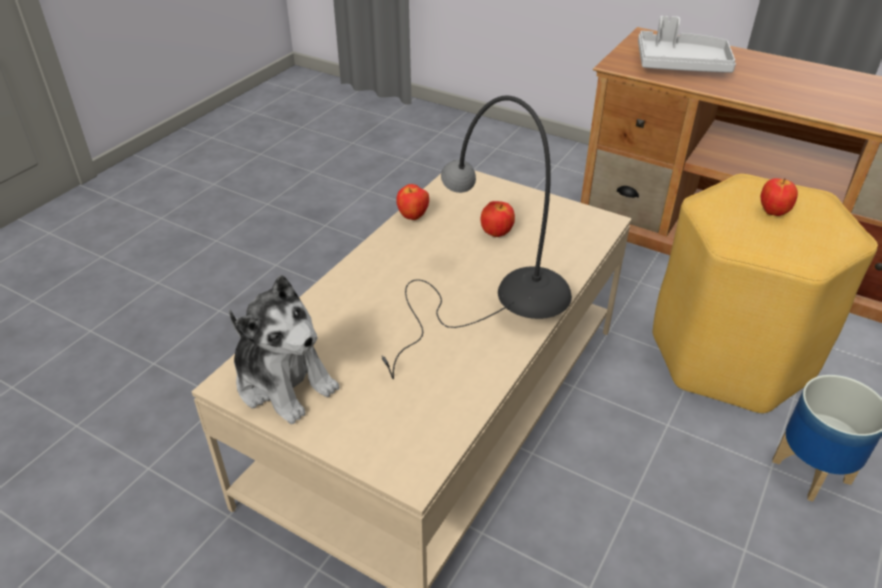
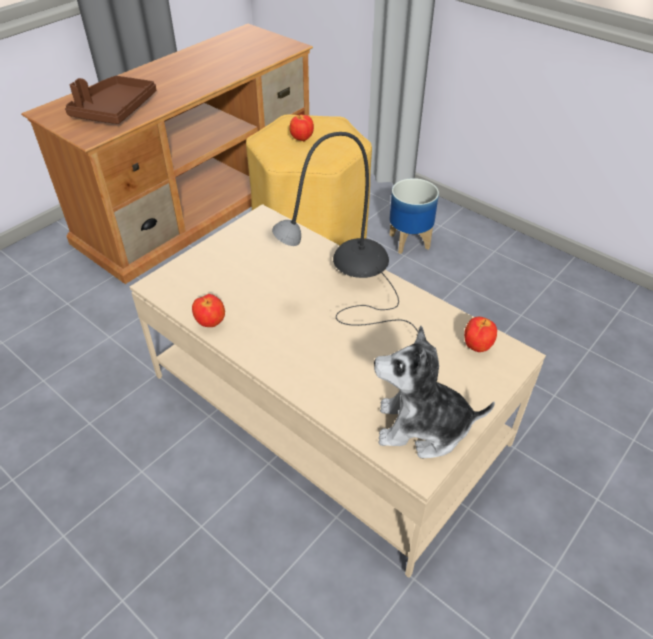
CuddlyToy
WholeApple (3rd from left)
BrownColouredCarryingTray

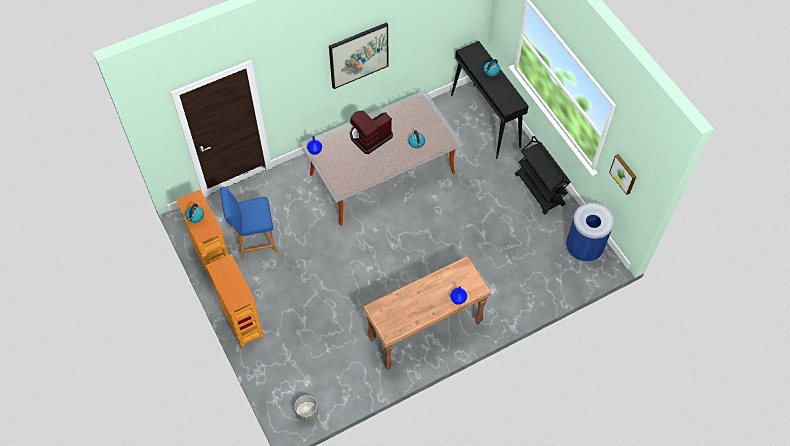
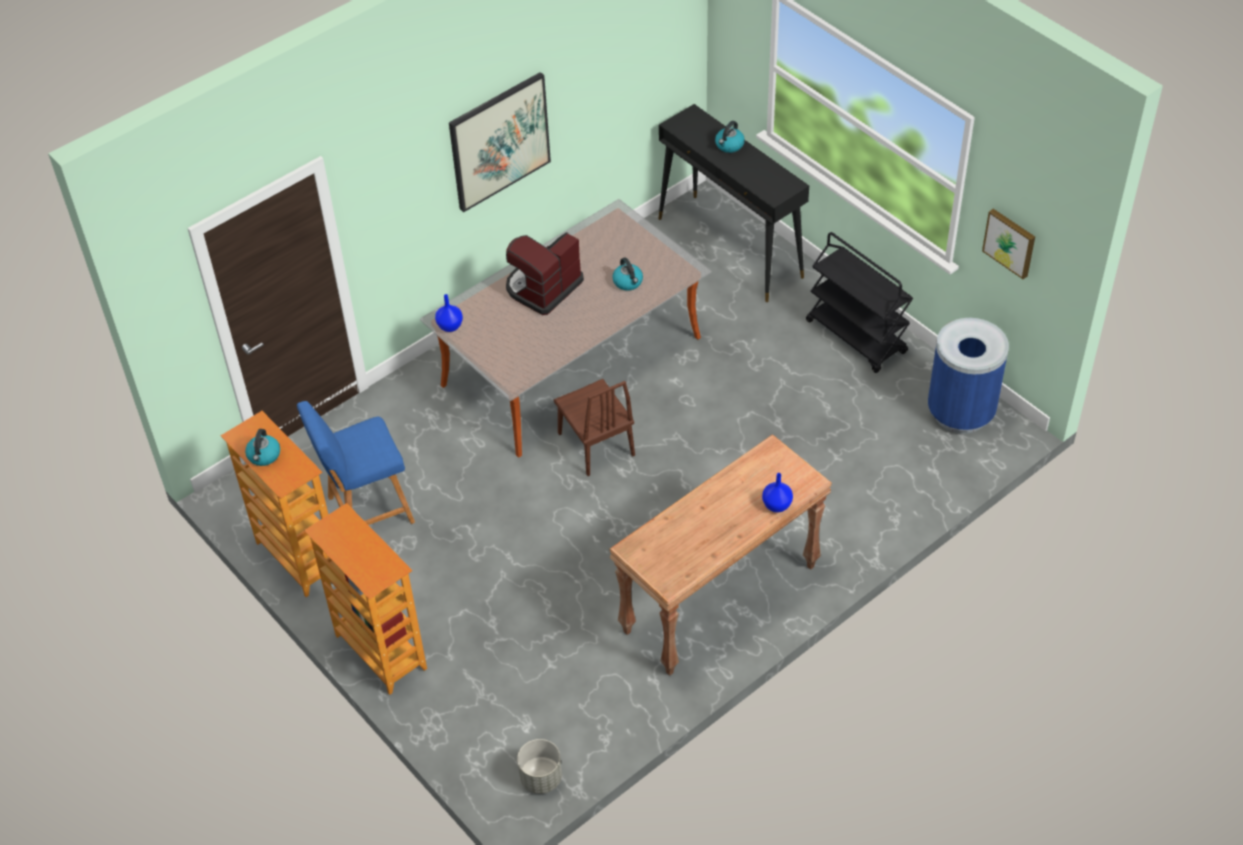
BrownColouredUprightChair

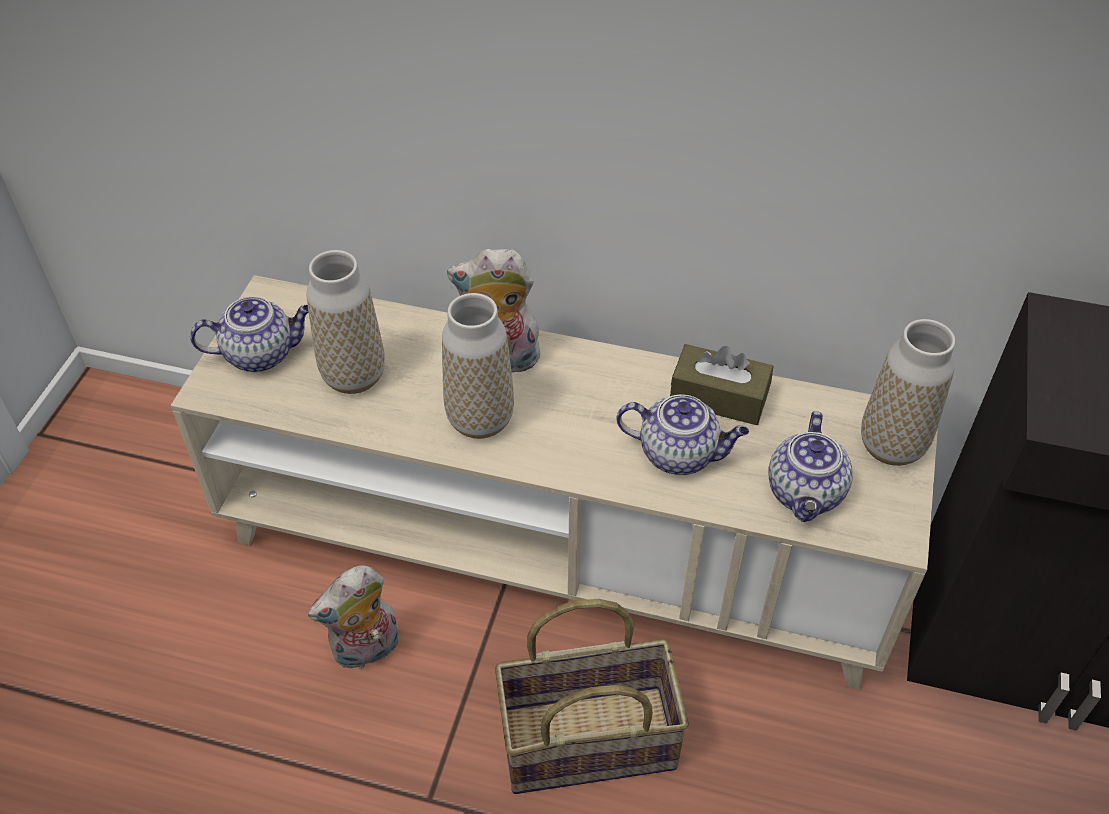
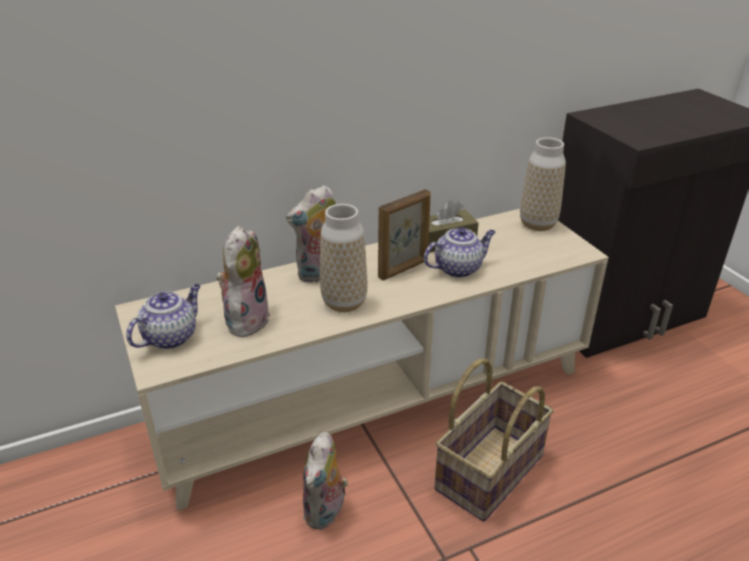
CuddlyToy (1st from left)
TeaPot (3rd from left in the first image)
StandingFrame

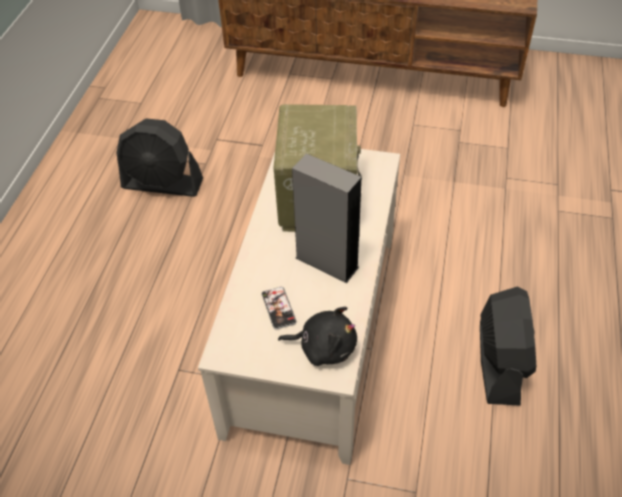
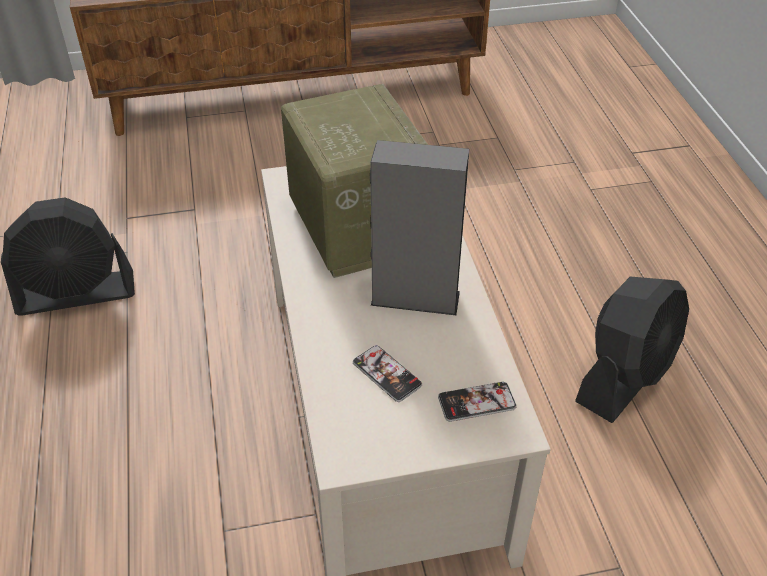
Handset (2nd from left)
BlackElectricFan (2nd from left)

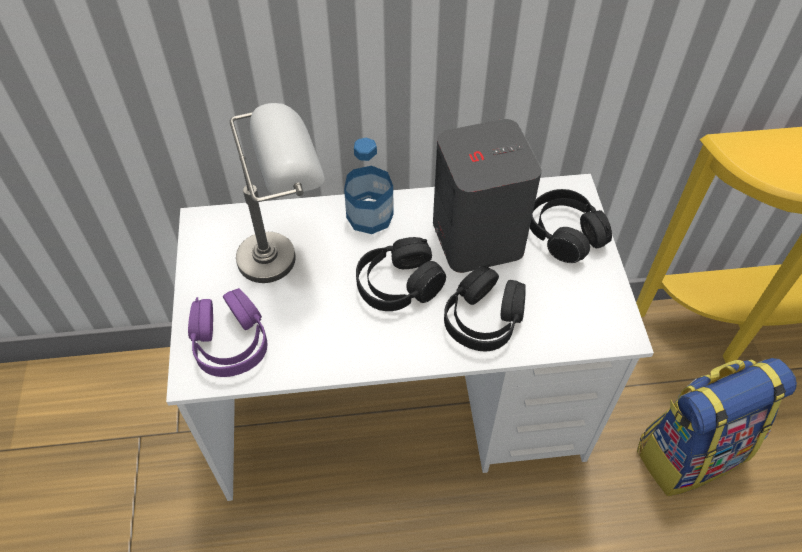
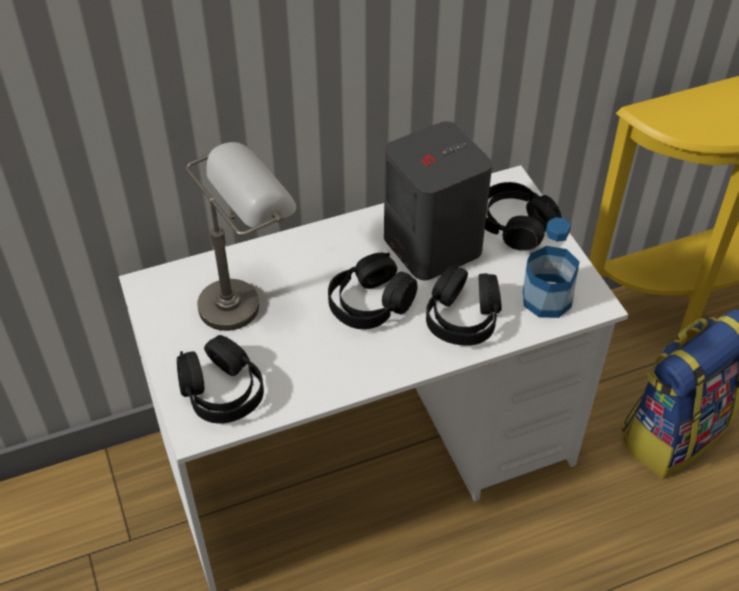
BlackHeadphones (1st from left)
BeverageBottle

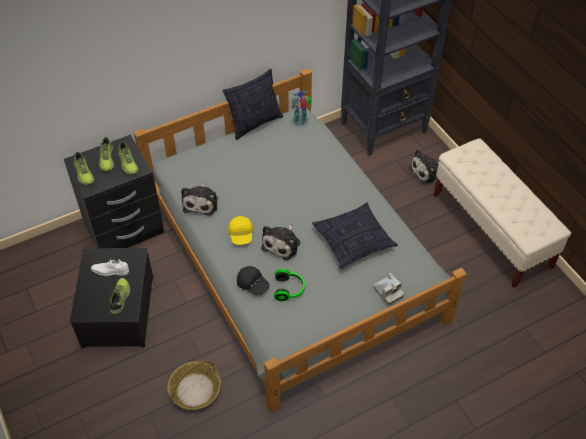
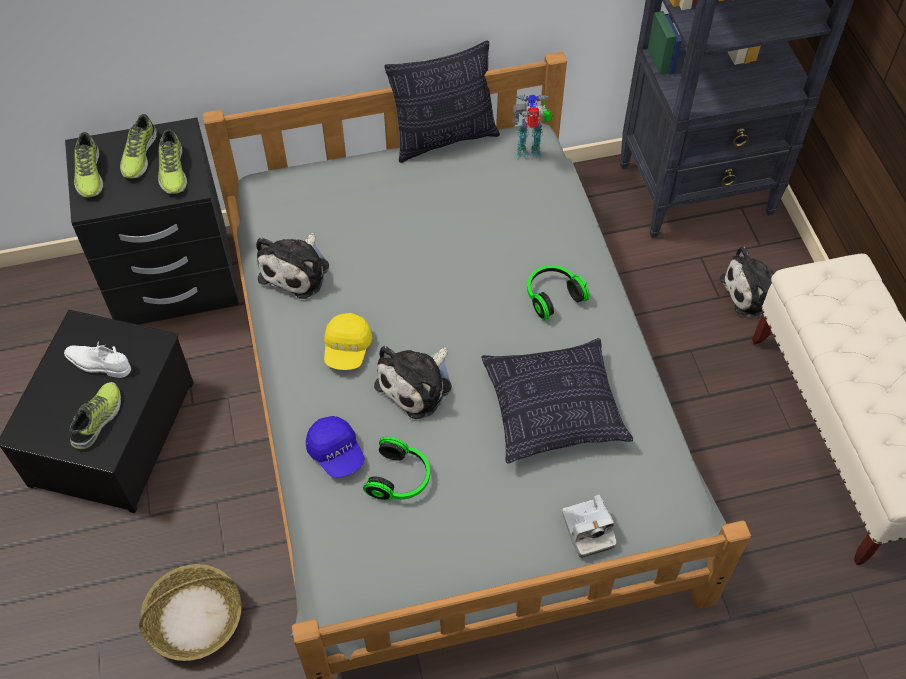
BluePeakedCap
Headphones (2nd from left)

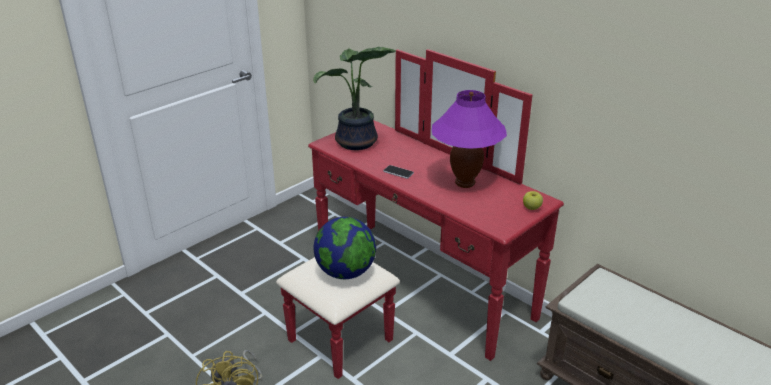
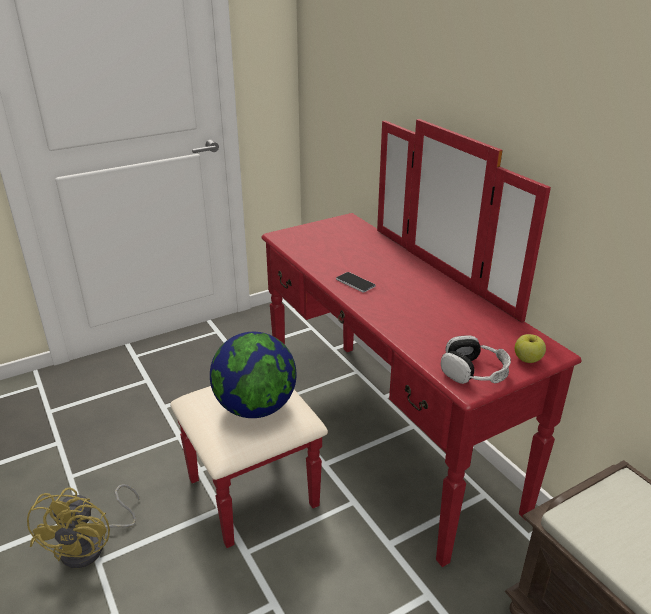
Houseplant
PurpleTabletopLamp
Headphones

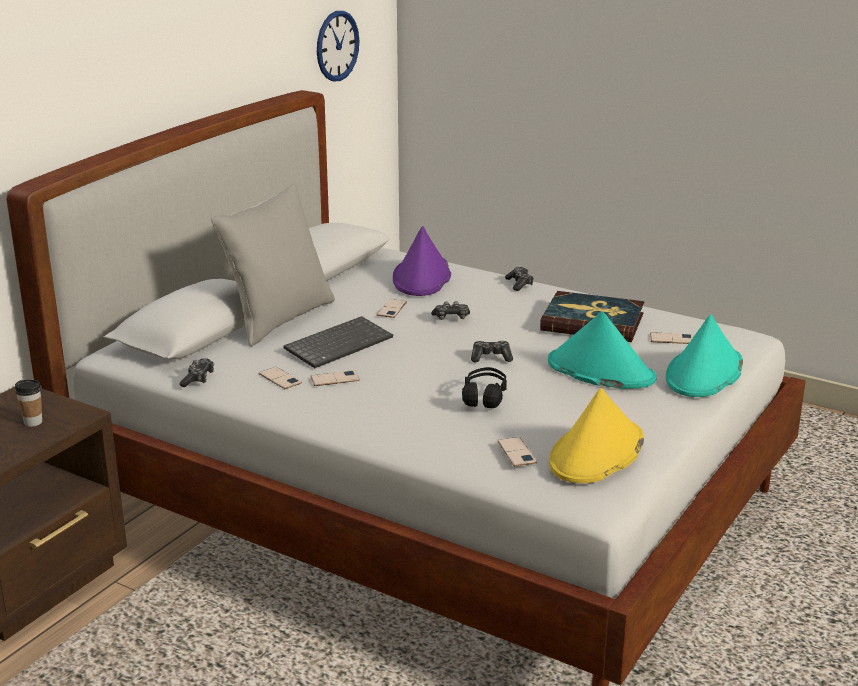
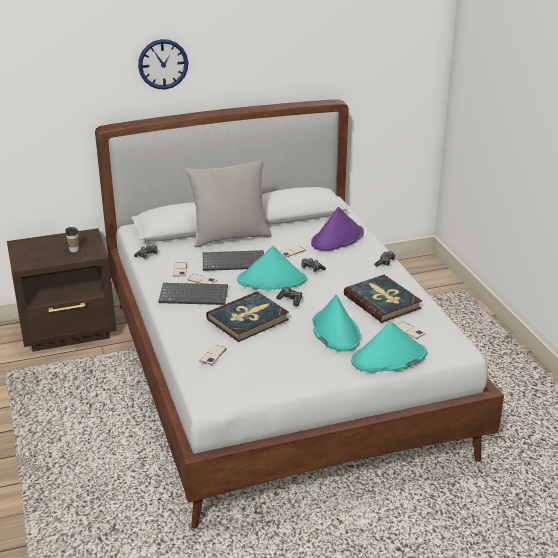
ClockOnTheWall
BoundBook (1st from left)
YellowishHat
PcKeyboard (1st from left)
TurquoiseHat (1st from left)

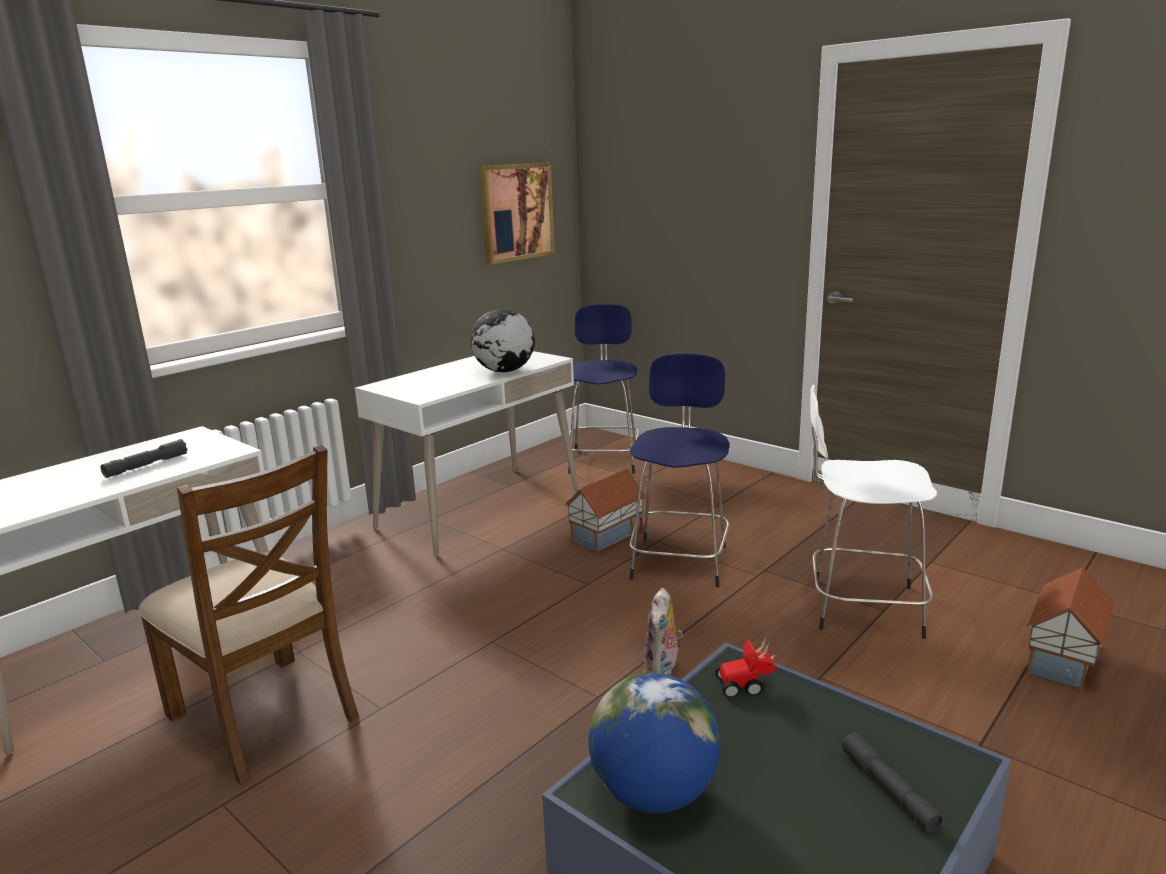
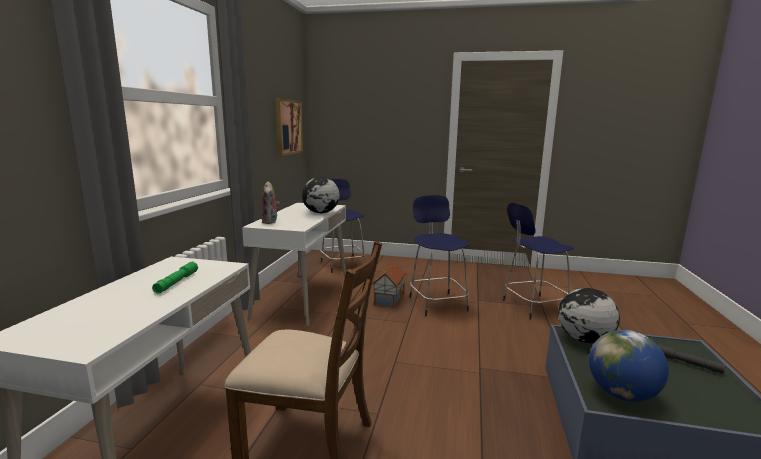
GreenColouredTorch
CuddlyToy
WorldGlobe (2nd from left)
BlueStoolSeat (3rd from left)
ModelHouse (2nd from left in the first image)

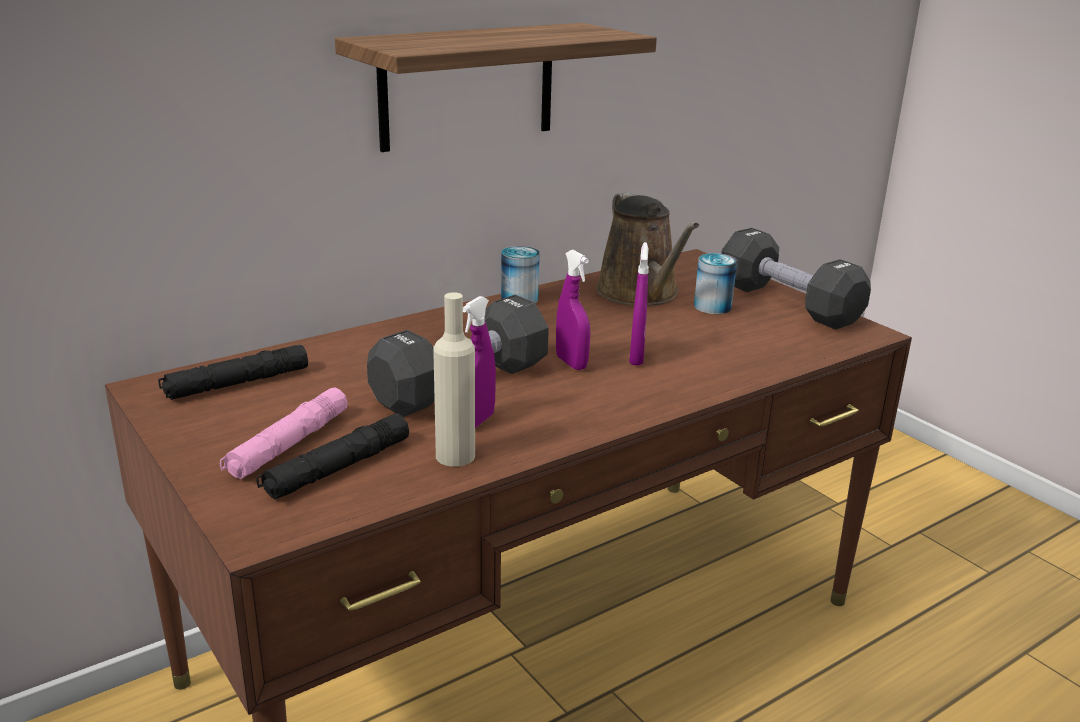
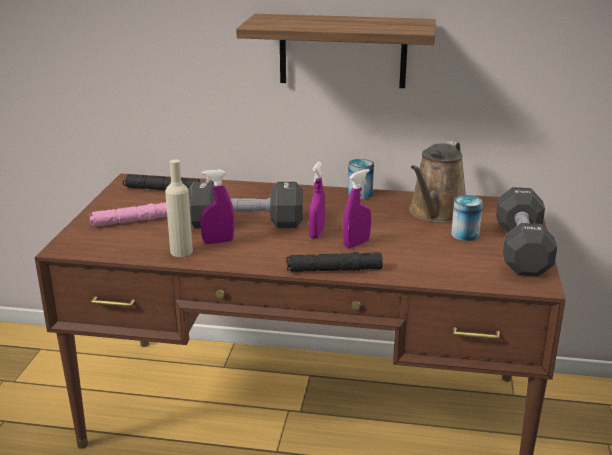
BlackTorch (2nd from left)

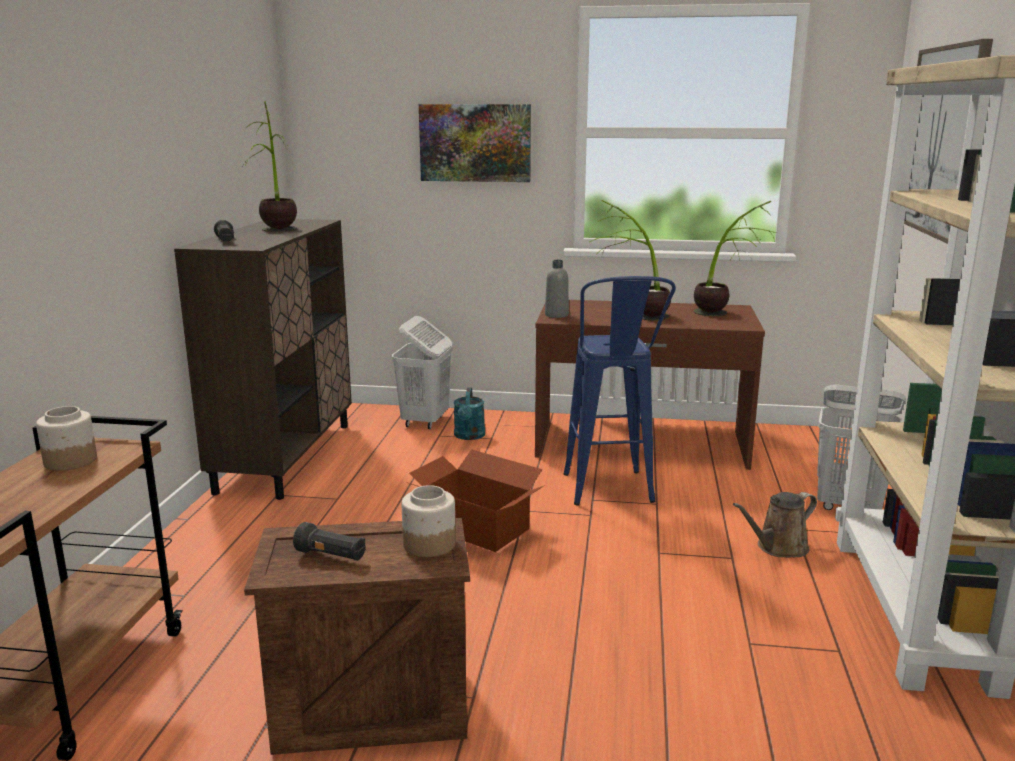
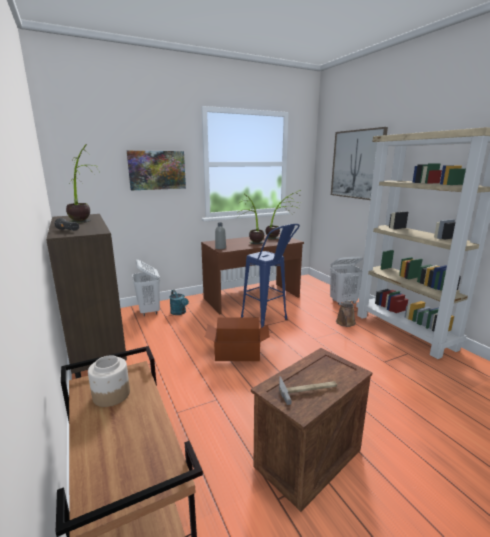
HandHammer
StorageJar (2nd from left in the first image)

